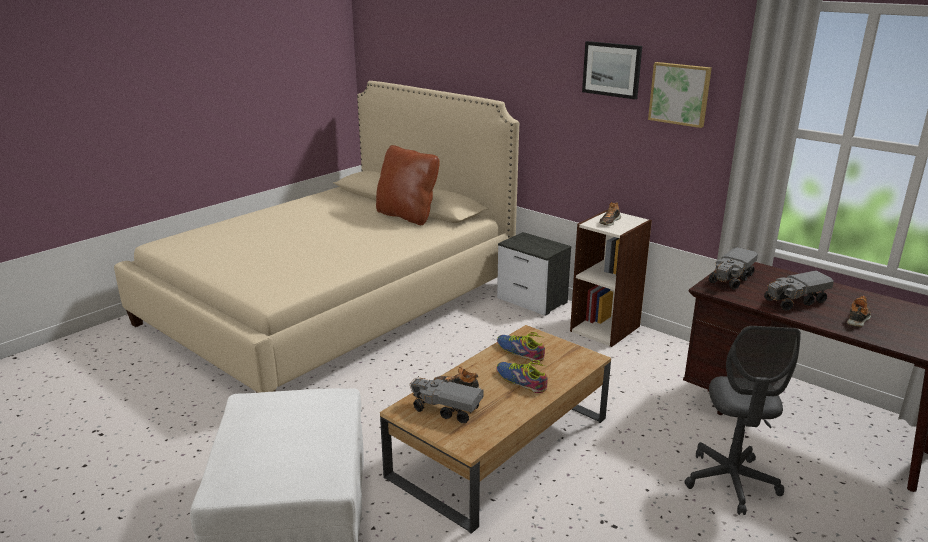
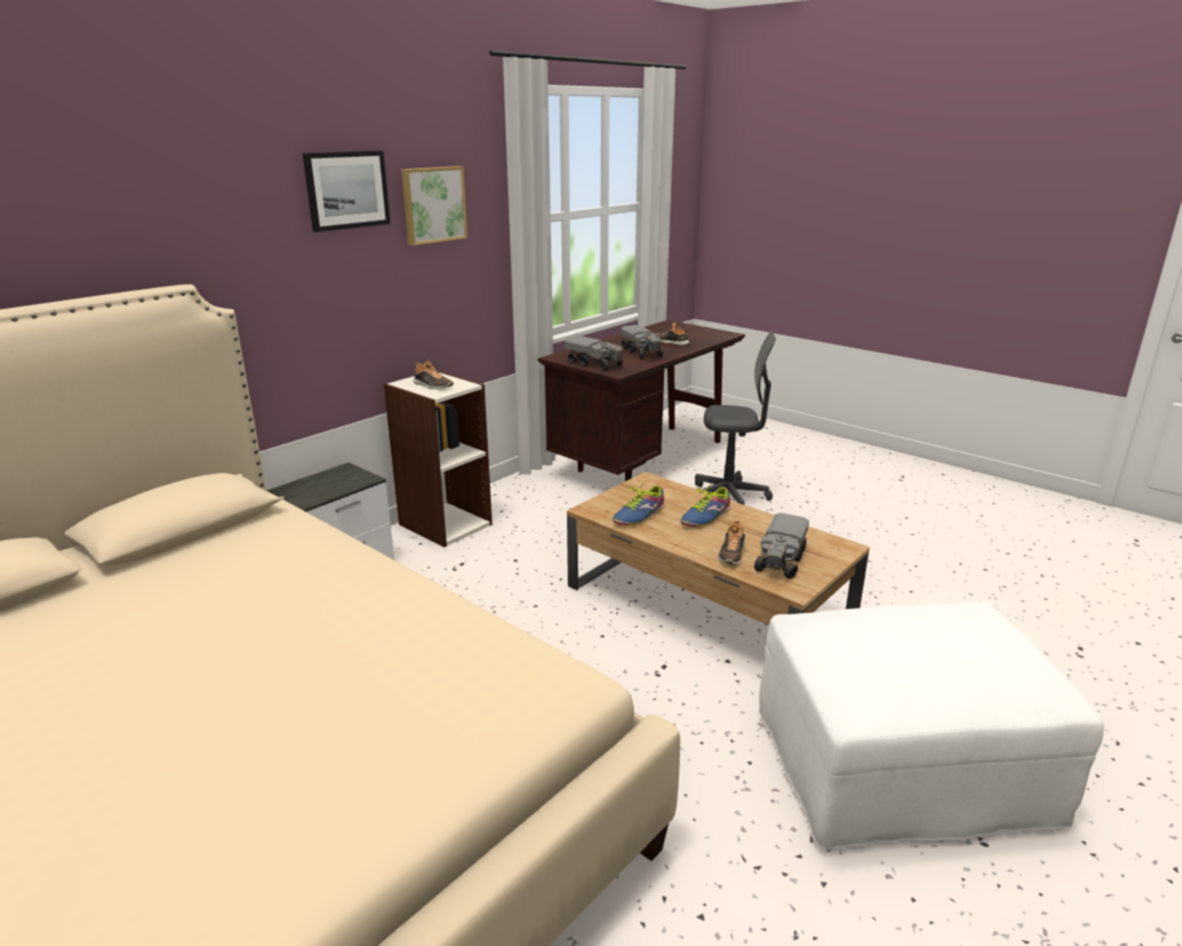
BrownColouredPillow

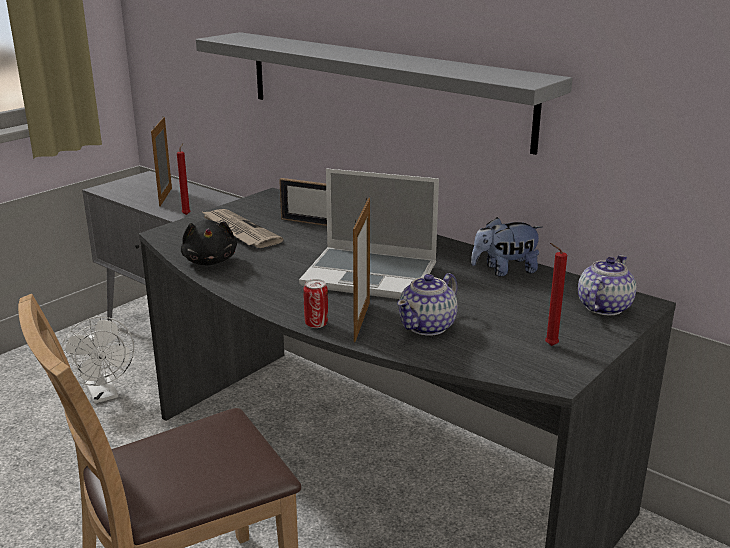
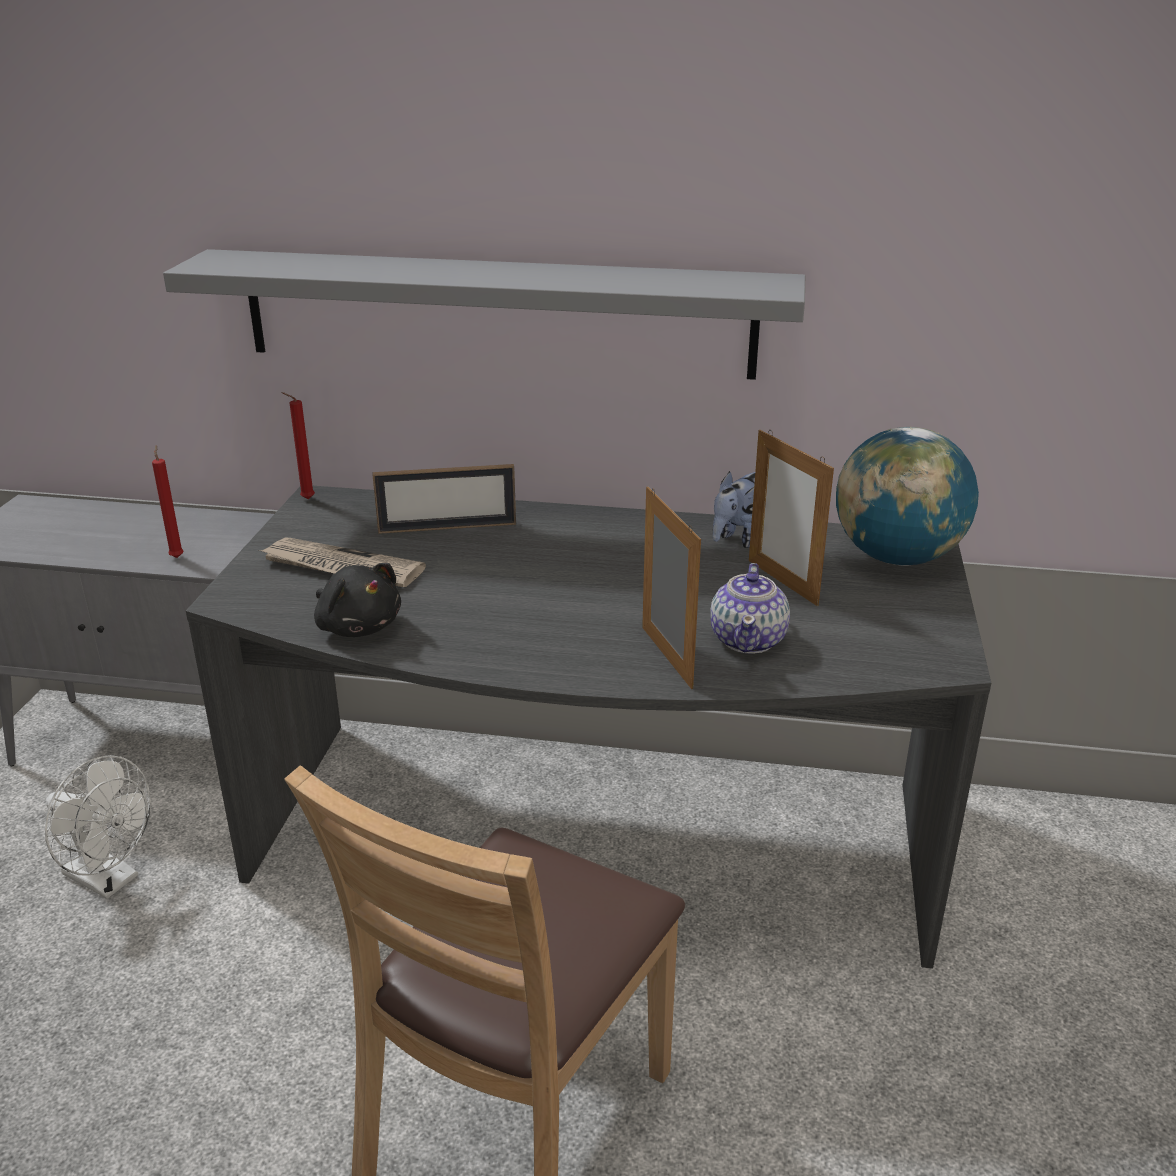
StandingFrame (3rd from left)
PortableComputer
Can
ReddishWaxLight (2nd from left)
WorldGlobe

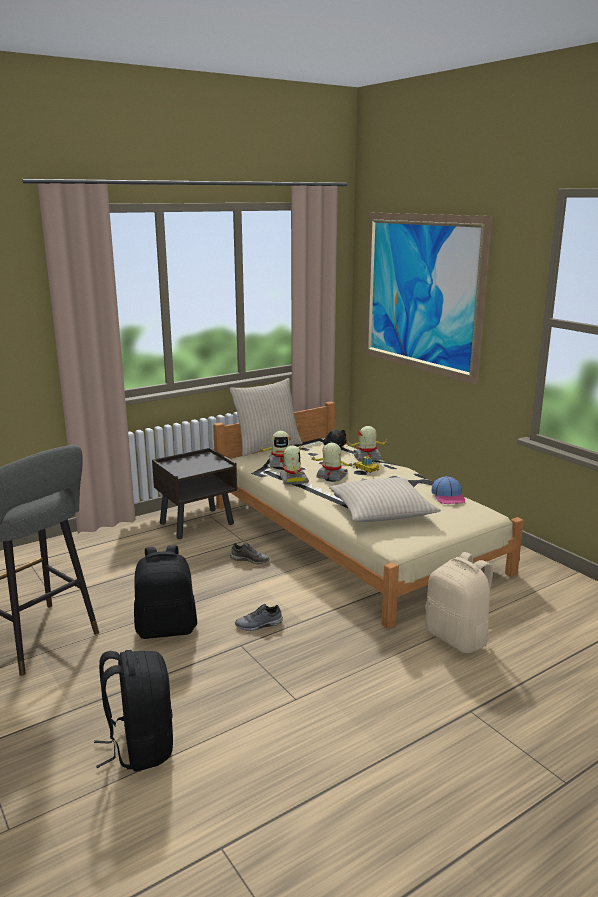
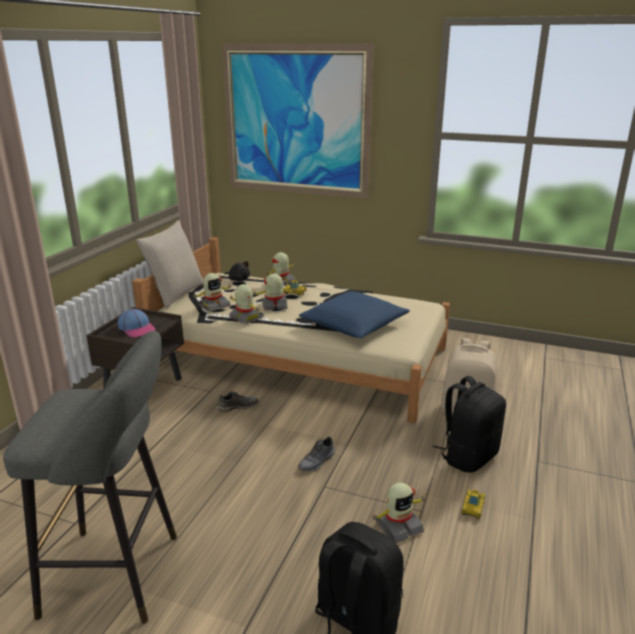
BlackKnapsack (2nd from left)
BluePillow
PeakedCap
ToyRobot (5th from left)
MiniatureCar (2nd from left)

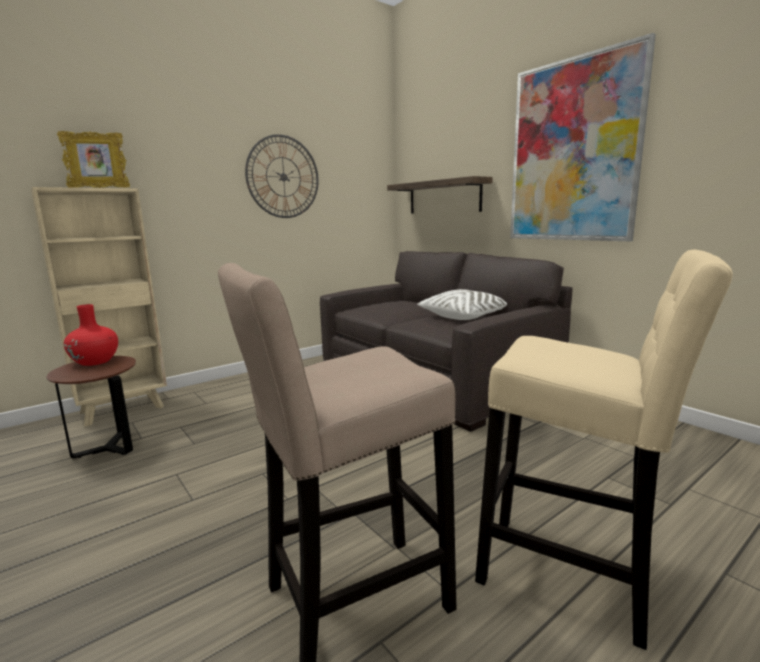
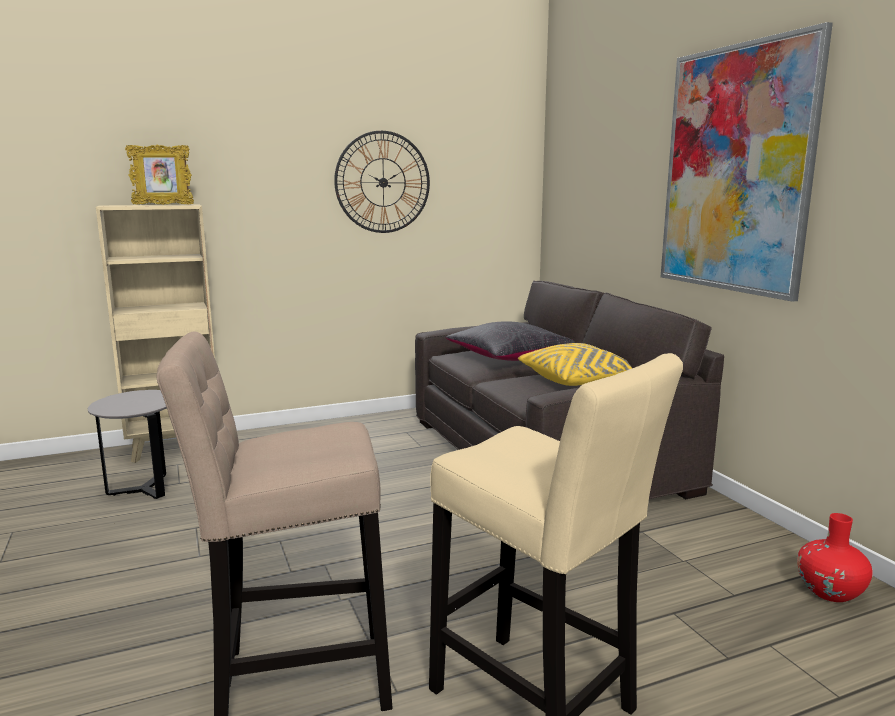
GreyEndTable
ReddishVase
Shelf
YellowishPillow
BlackPillow

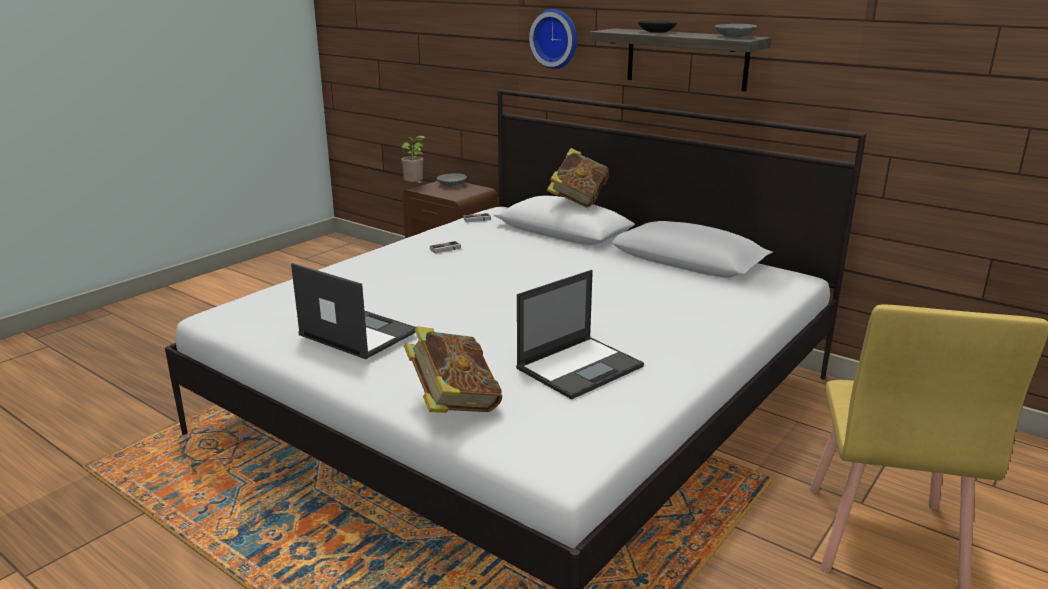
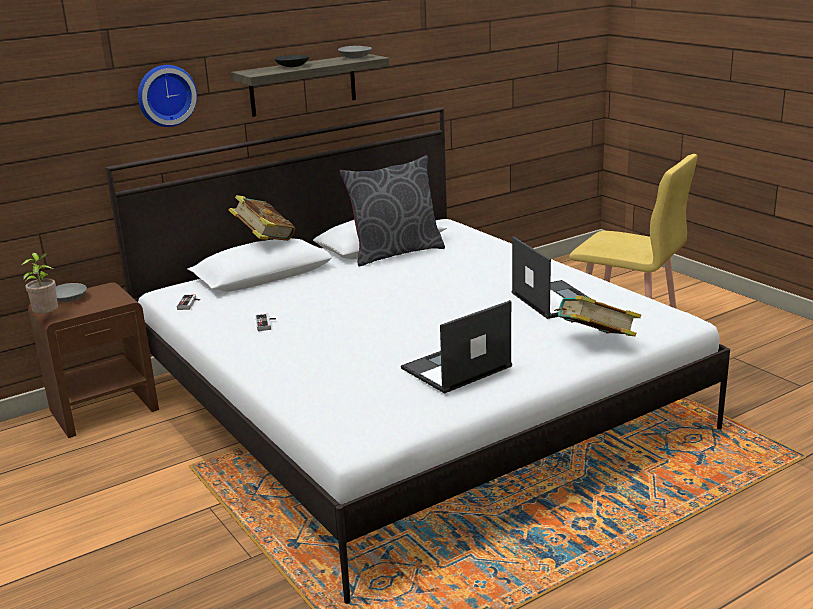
GreyPillow

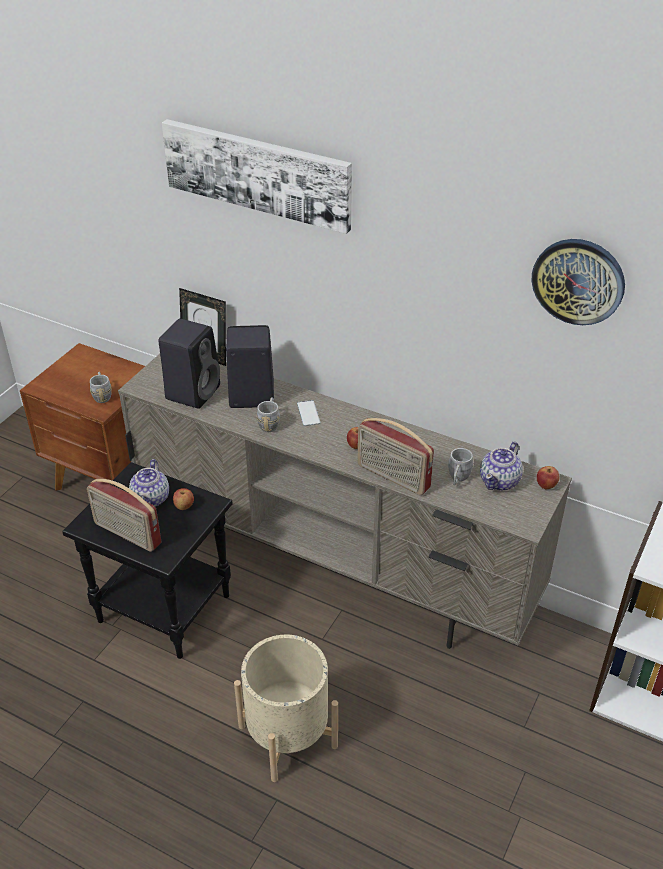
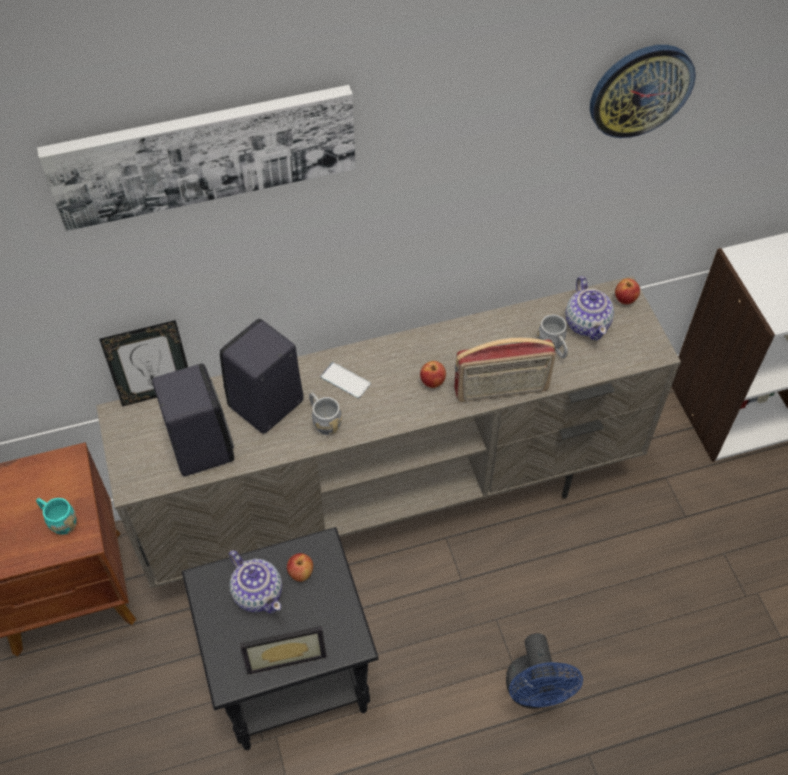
StandingFrame (2nd from left)
TurquoiseTeaMug
BlueElectricFan

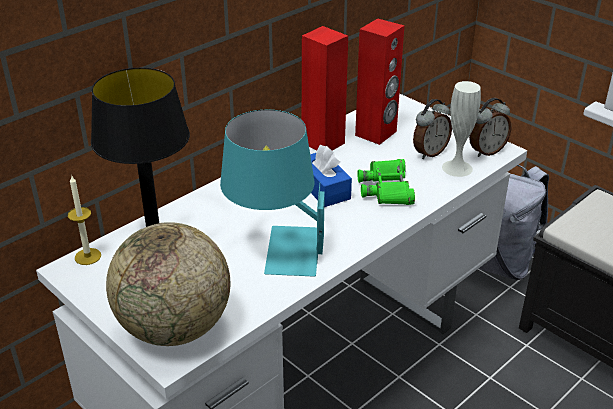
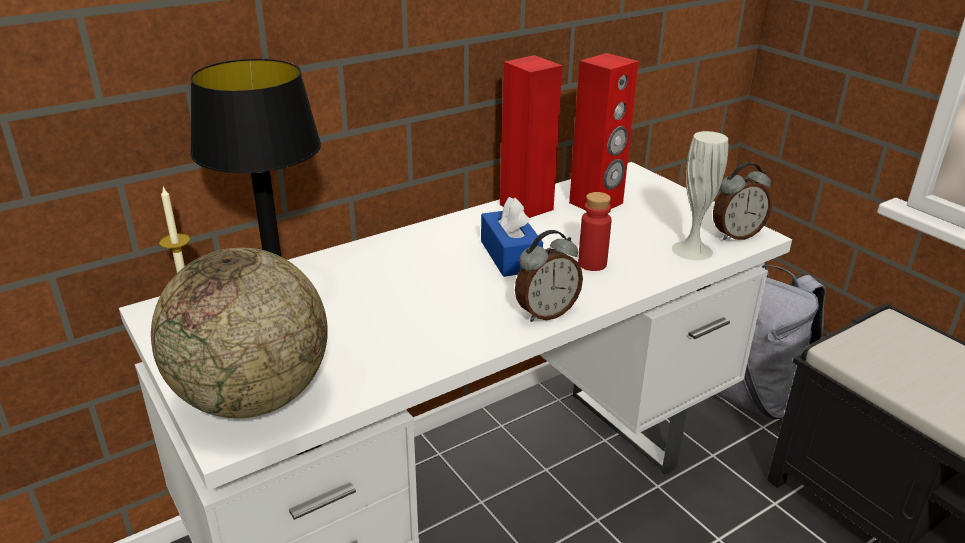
TurquoiseTabletopLamp
ReddishBeverageBottle
TableClock (1st from left)

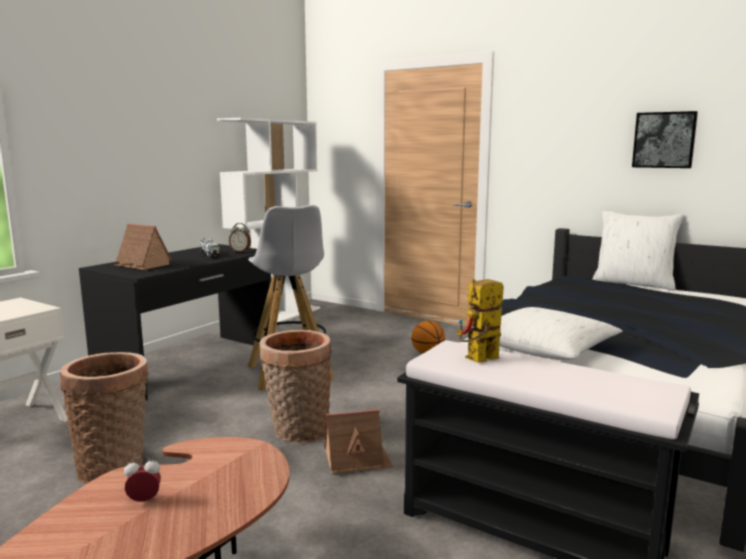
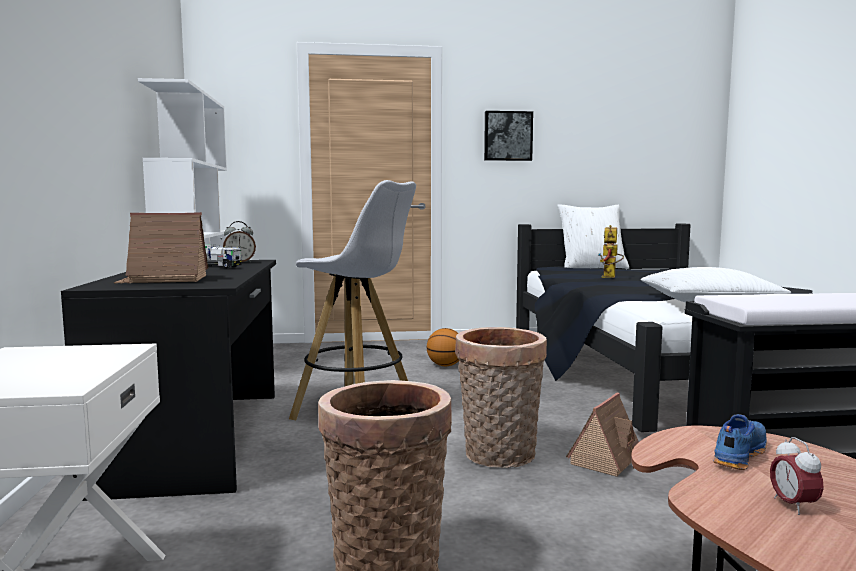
TableClock (2nd from left)
ToyRobot
WallArt
BlueItemOfFootwear

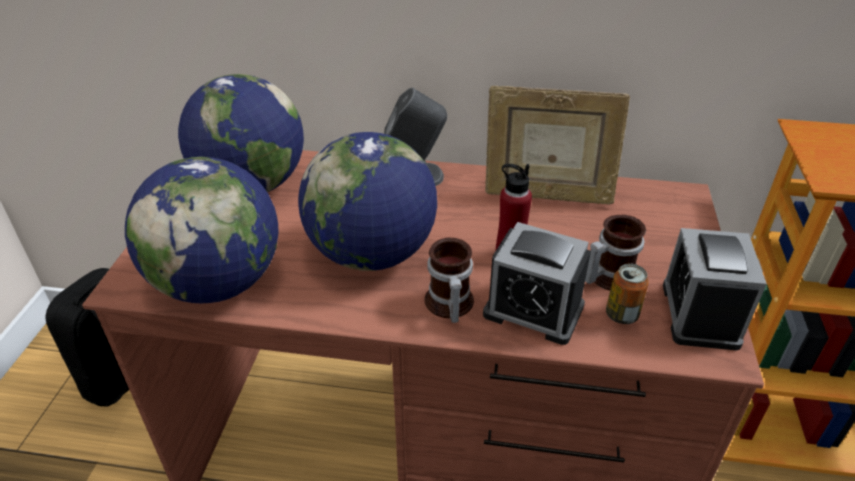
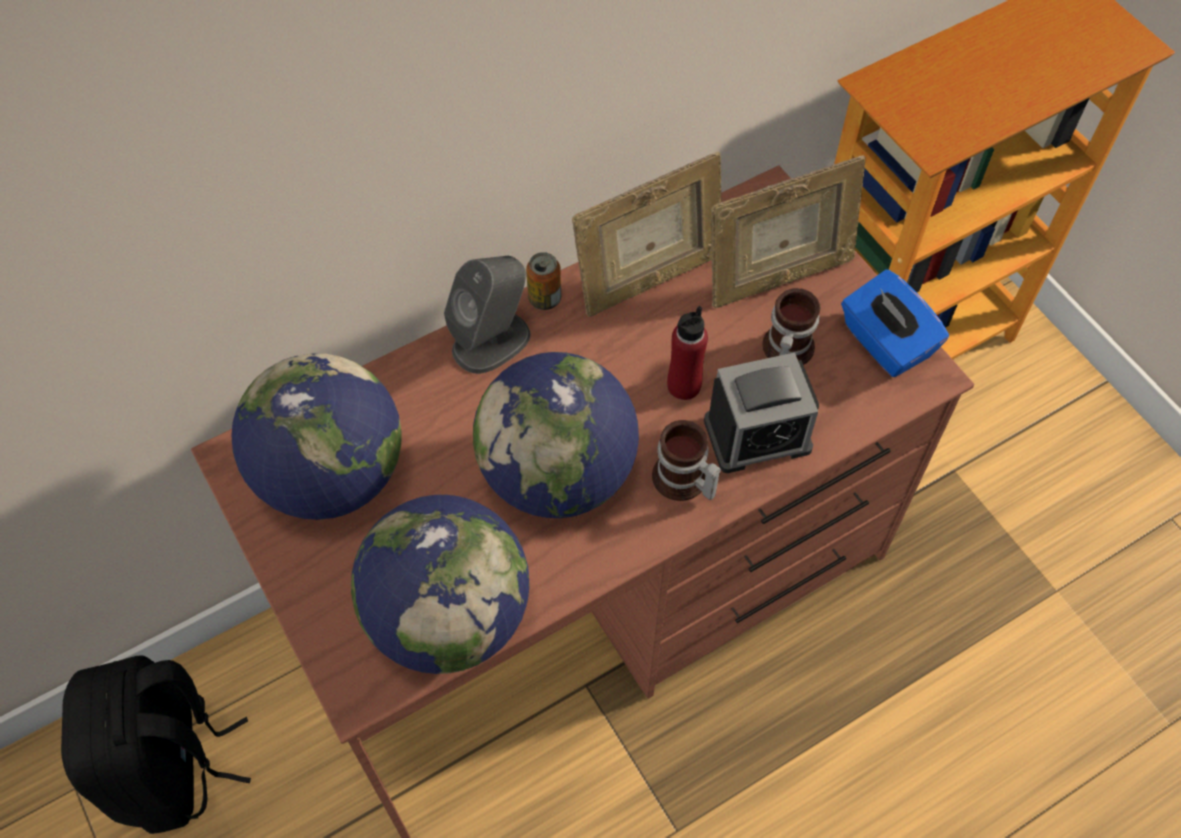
Can
BlueTissueBox
StandingFrame (2nd from left)

